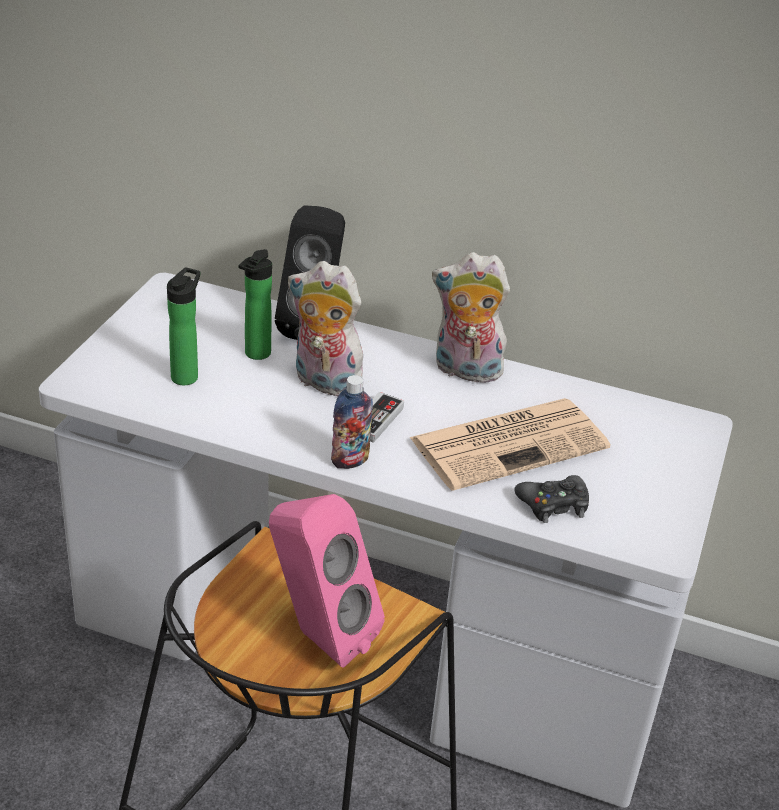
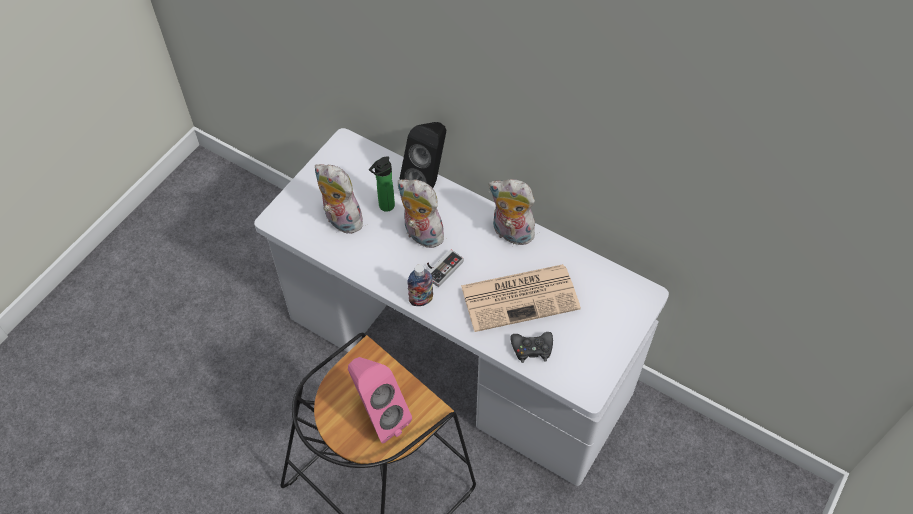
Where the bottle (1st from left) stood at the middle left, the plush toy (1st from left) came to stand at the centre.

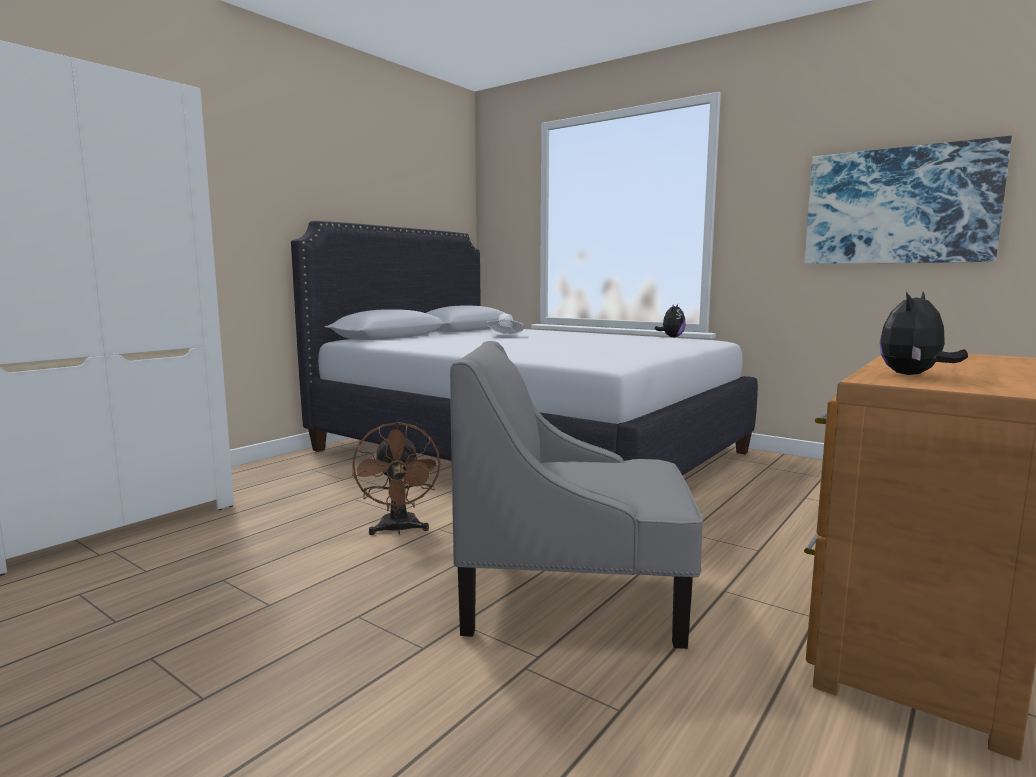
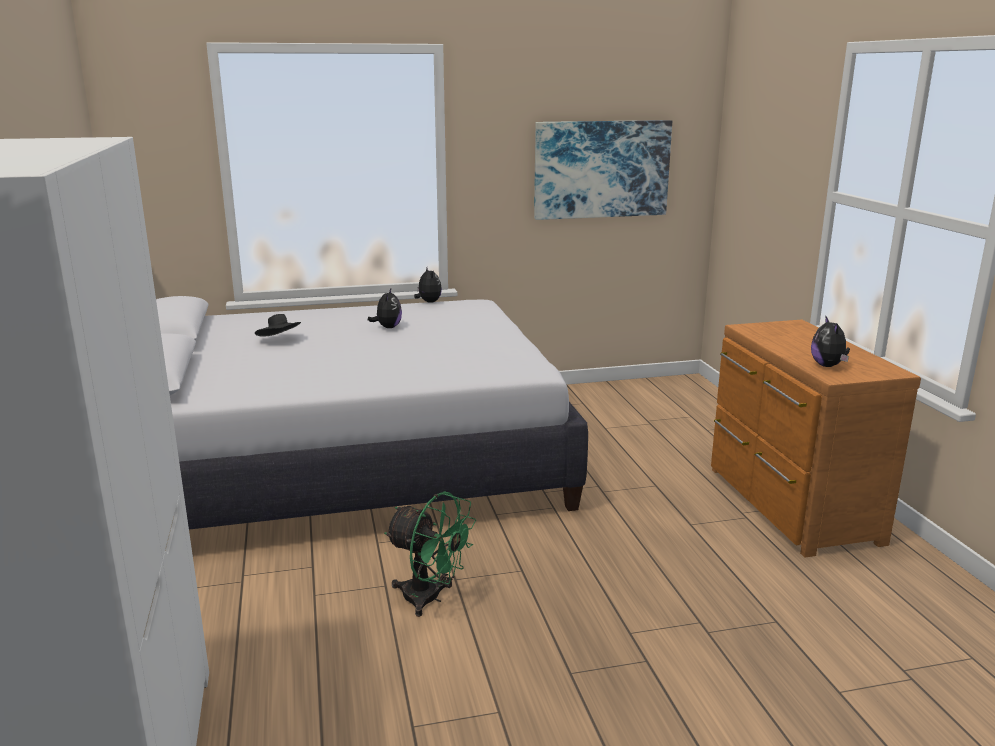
What was the white hat at the centre turned into the black hat at the middle left. The second view gained the plush toy (1st from left) at the centre. What was the brown fan at the centre turned into the green fan at the bottom centre. The second view lost the grey armchair at the centre.

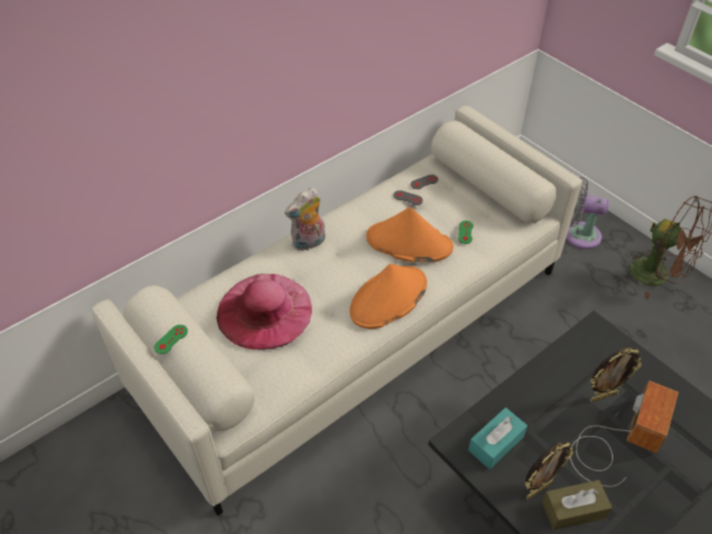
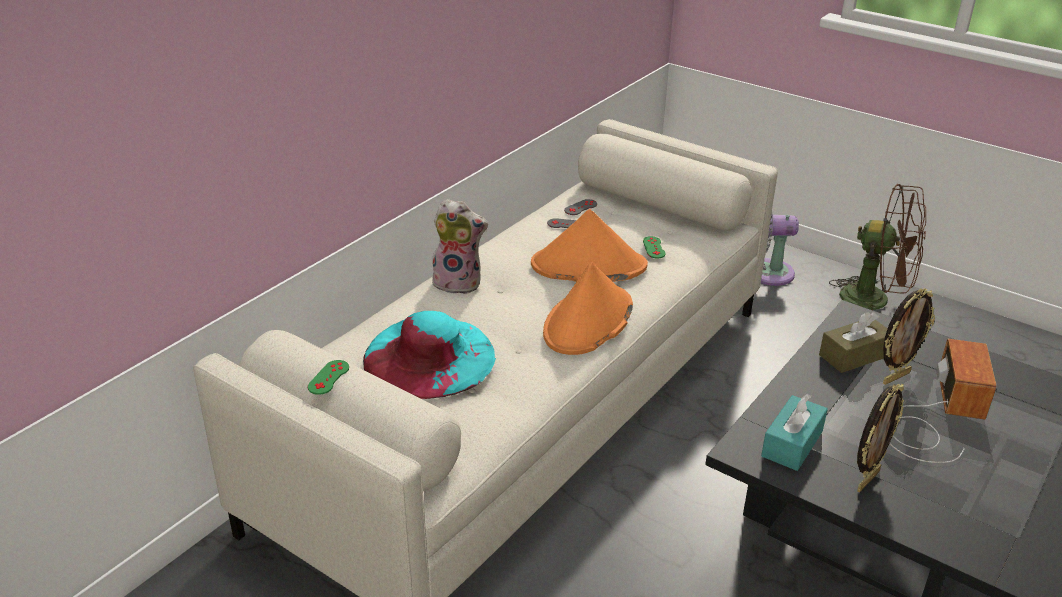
What was the pink hat at the centre turned into the turquoise hat at the centre. The plush toy at the centre ended up facing another way, 120 degrees counterclockwise from before. The brown tissue box ended up elsewhere, having gone from the bottom right to the middle right.

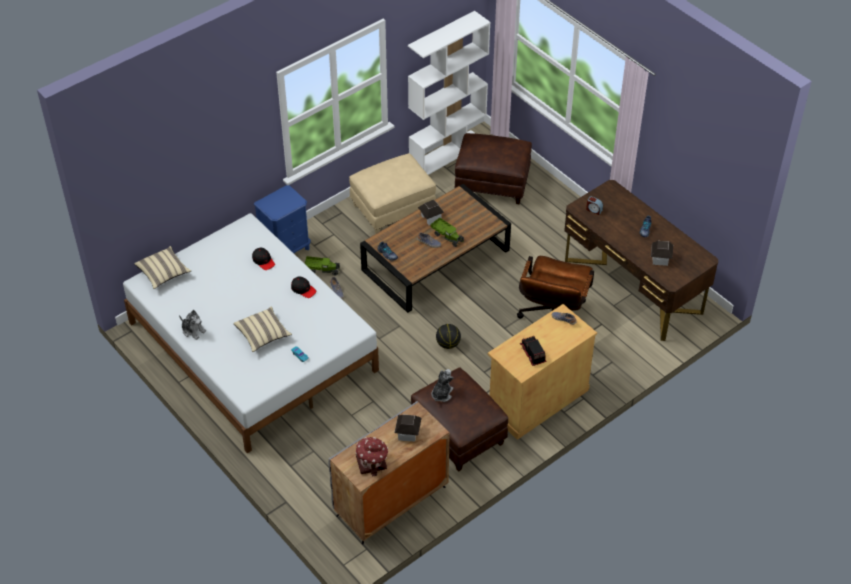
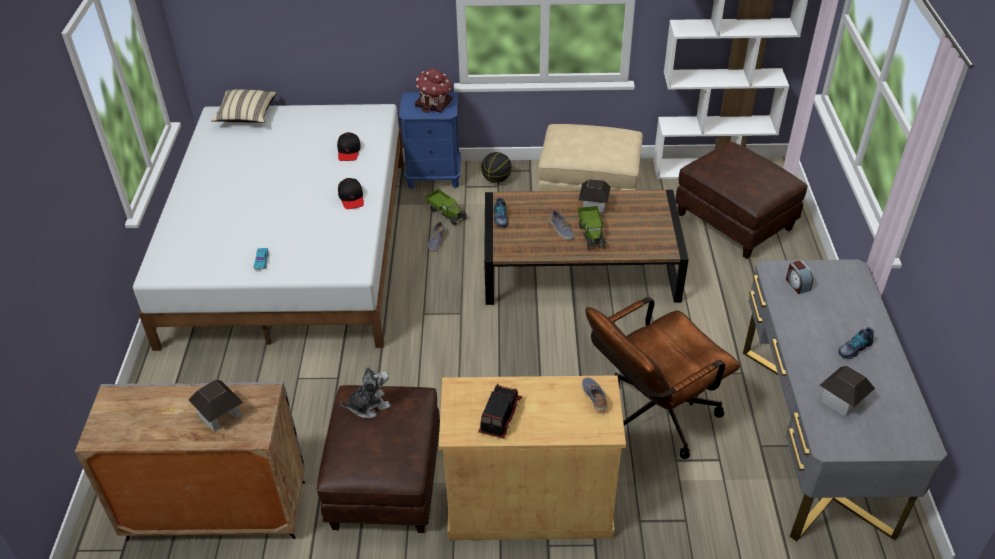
The toy house (1st from left in the first image) ended up elsewhere, having gone from the bottom centre to the top centre. The basketball ended up elsewhere, having gone from the centre to the top centre. What was the brown desk at the middle right turned into the grey desk at the bottom right. The second view lost the plush toy (1st from left) at the middle left. The second view lost the beige pillow (2nd from left) at the middle left.

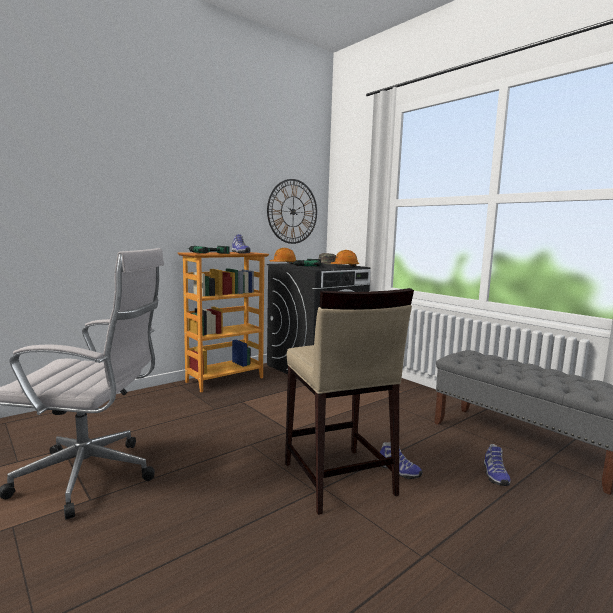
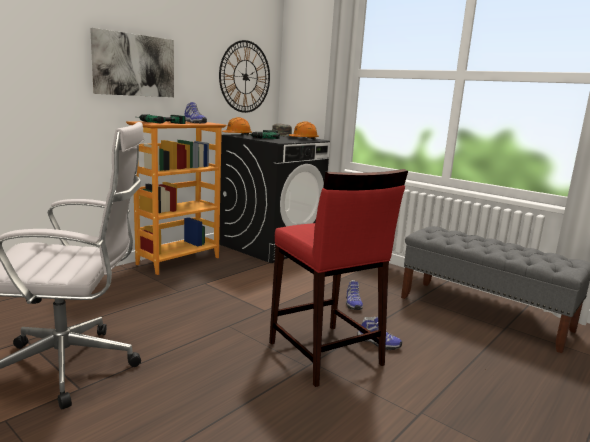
The second view gained the picture at the top left. What was the beige stool at the centre turned into the red stool at the centre. The shoe (3rd from left in the first image) ended up elsewhere, having gone from the bottom right to the bottom centre.

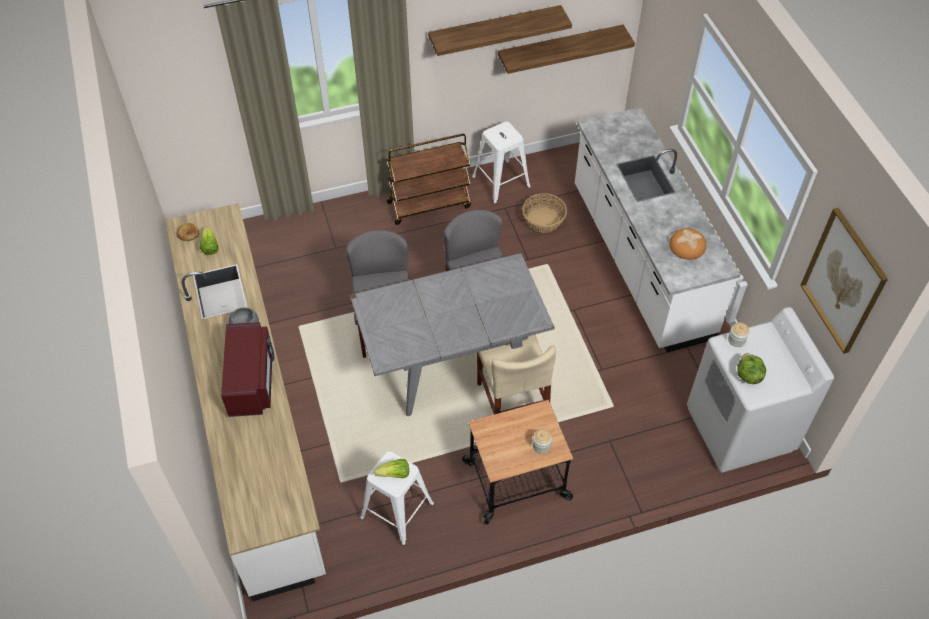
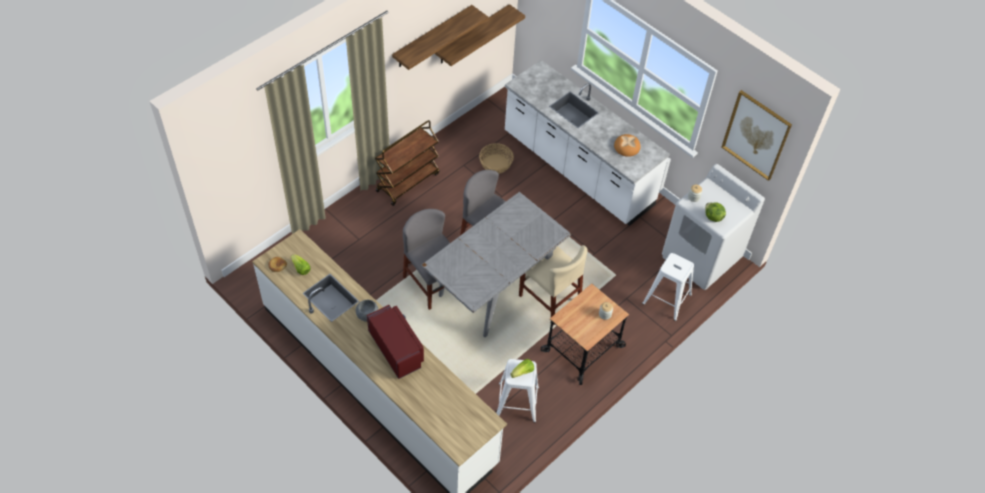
The white stool (2nd from left) ended up elsewhere, having gone from the top centre to the middle right.

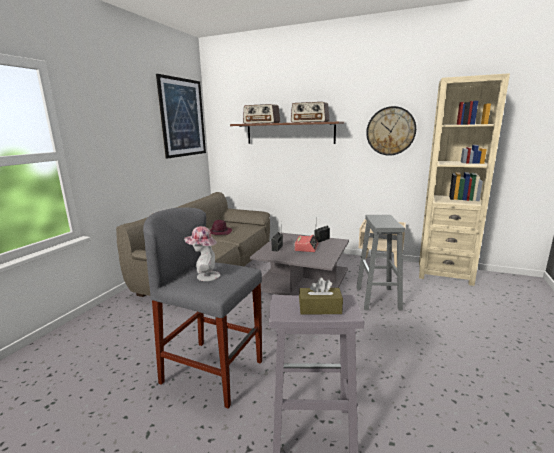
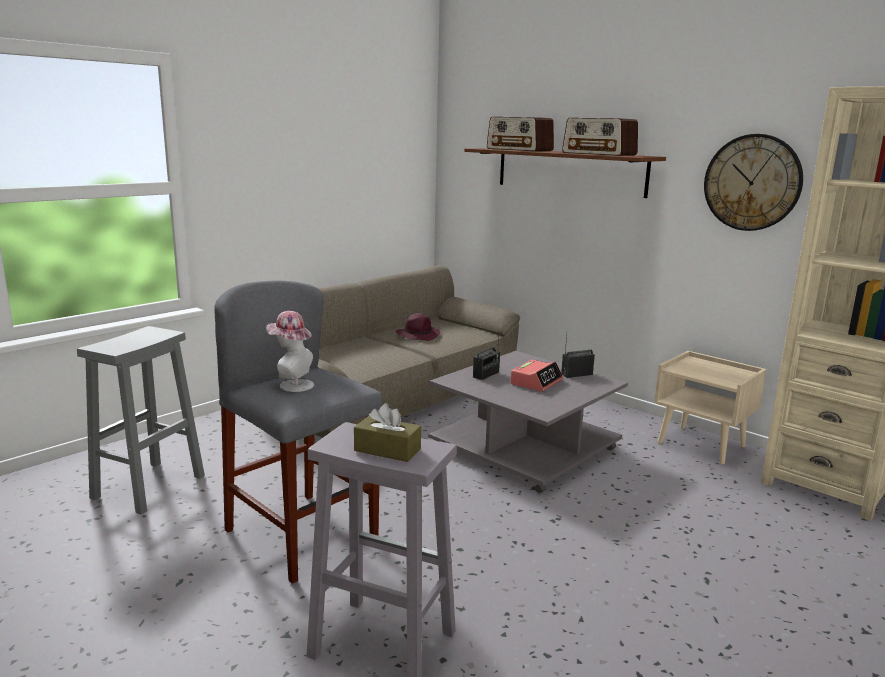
The grey stool (3rd from left in the first image) ended up elsewhere, having gone from the middle right to the middle left. The second view lost the picture at the top left.

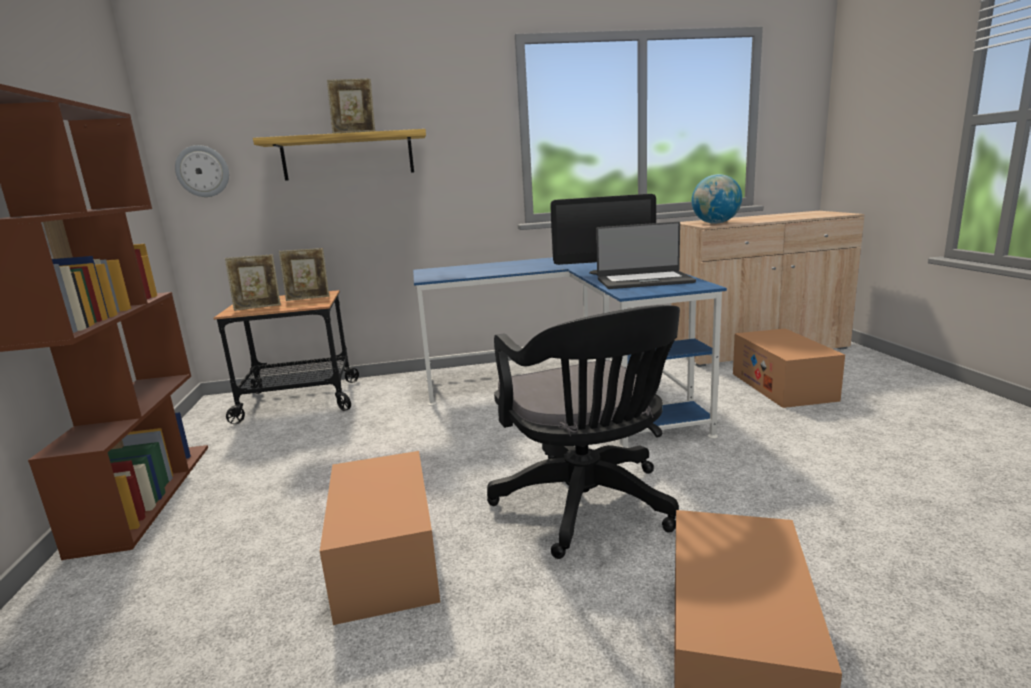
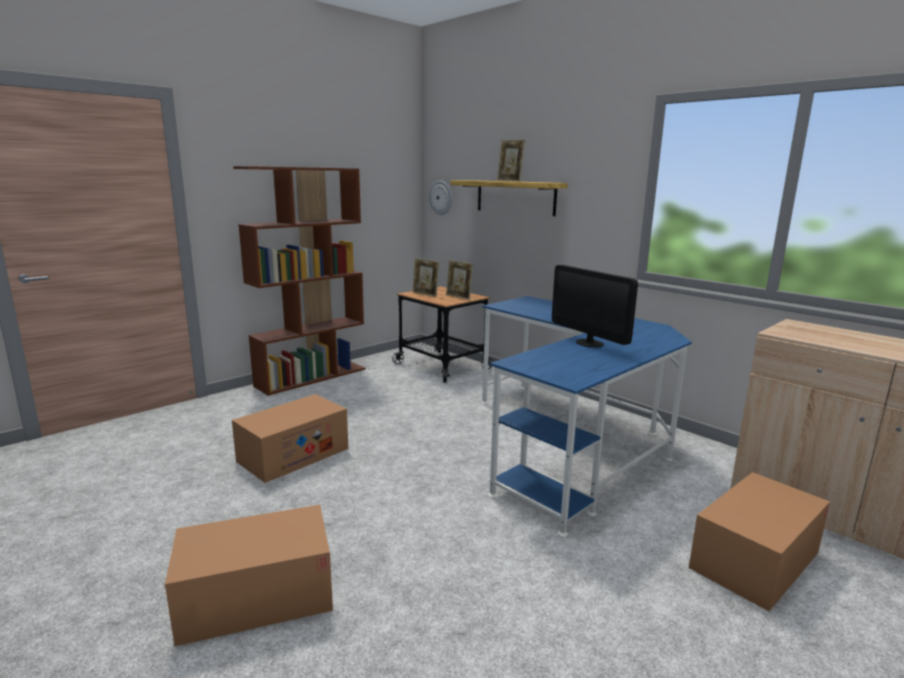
The second view lost the black office chair at the centre. The second view lost the laptop at the centre. The second view lost the globe at the top right.

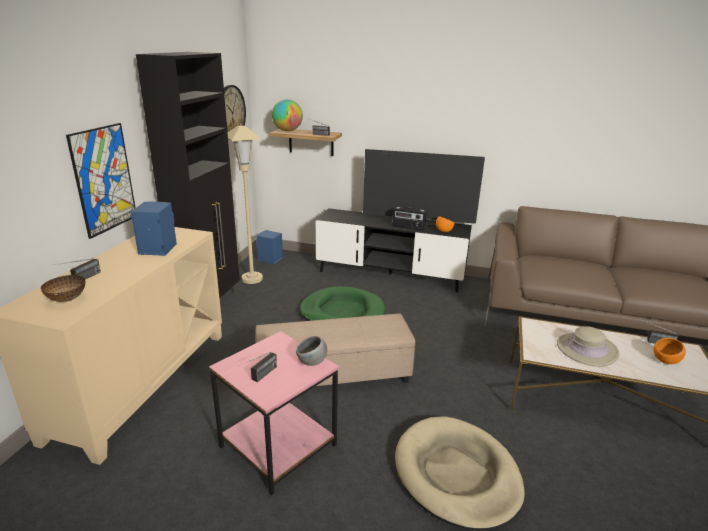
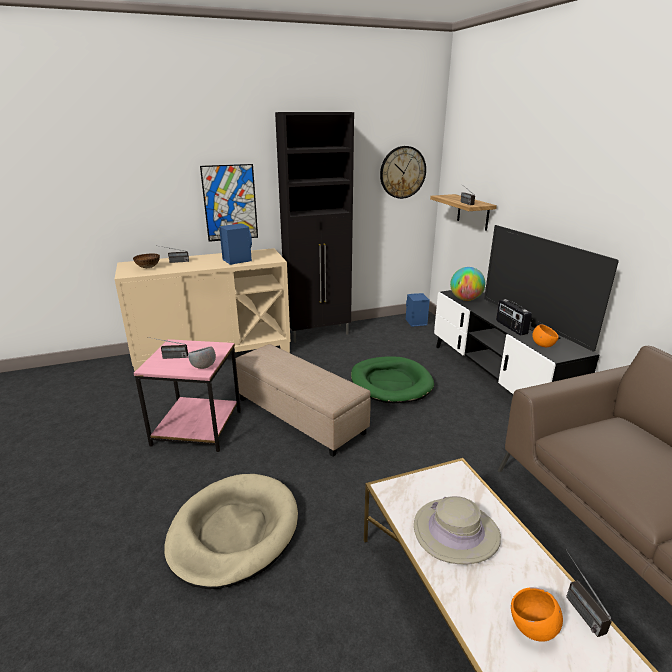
The globe ended up elsewhere, having gone from the top centre to the middle right. The second view lost the beige floor lamp at the centre.

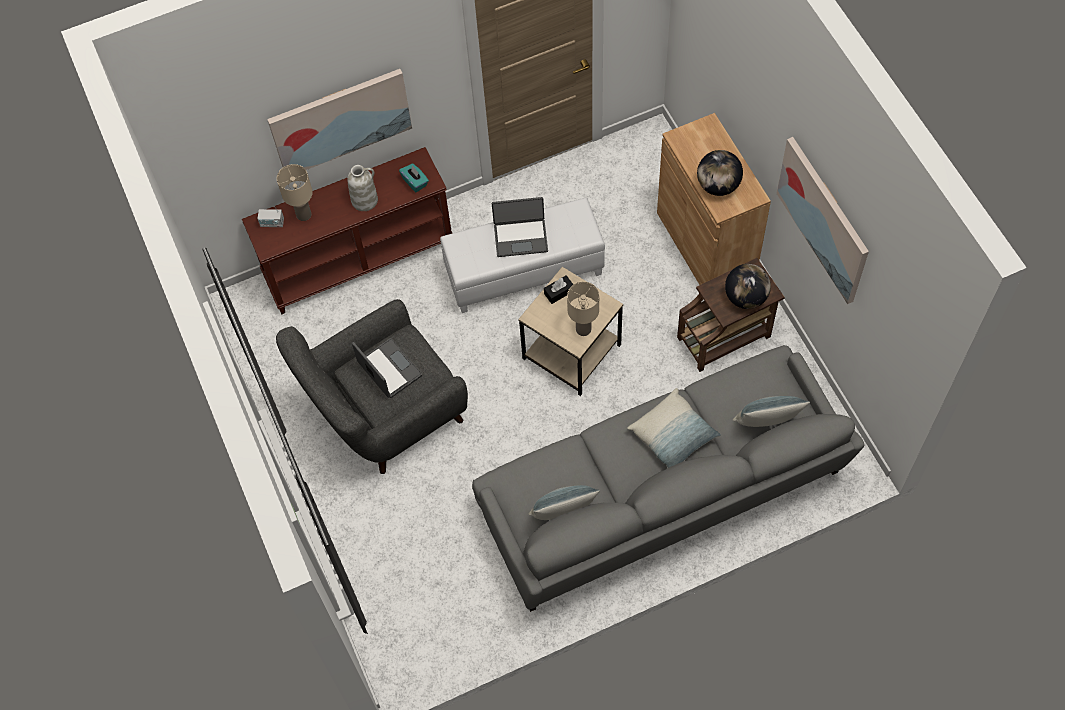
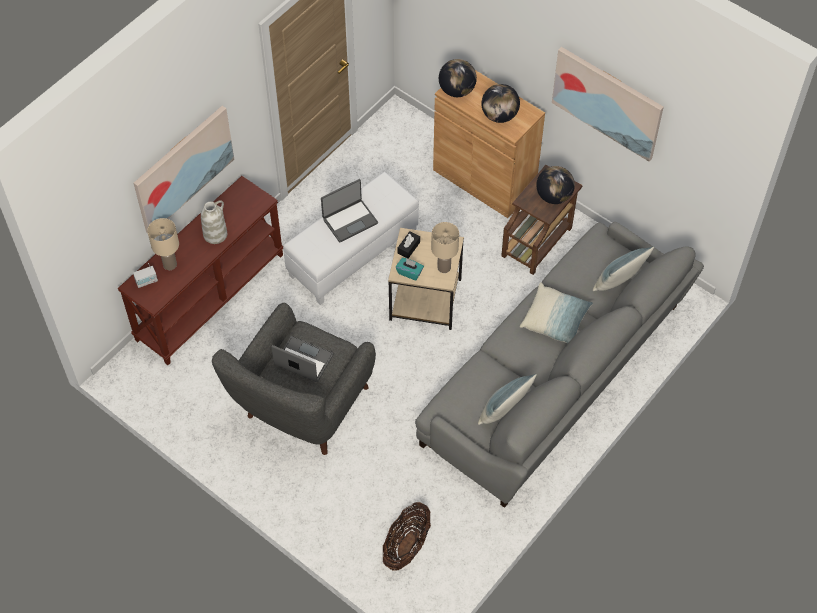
The second view gained the basket at the bottom centre. The turquoise tissue box ended up elsewhere, having gone from the top centre to the centre. The second view gained the globe (1st from left) at the top centre.

